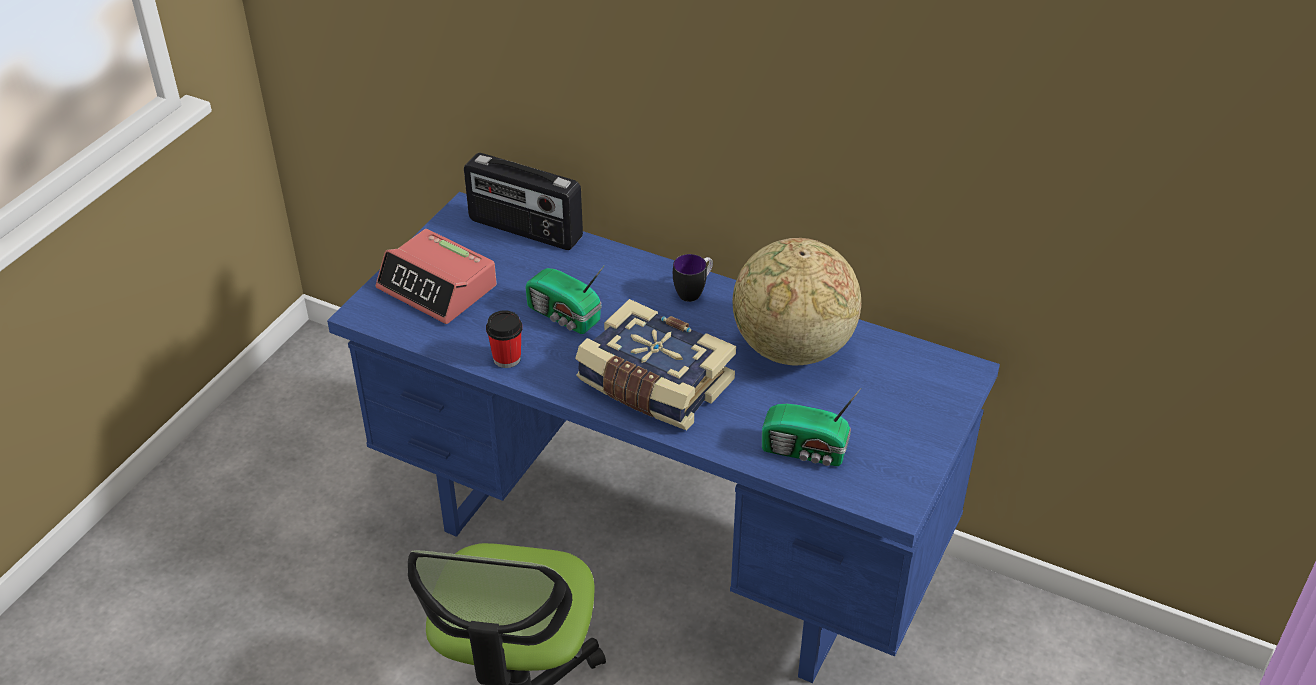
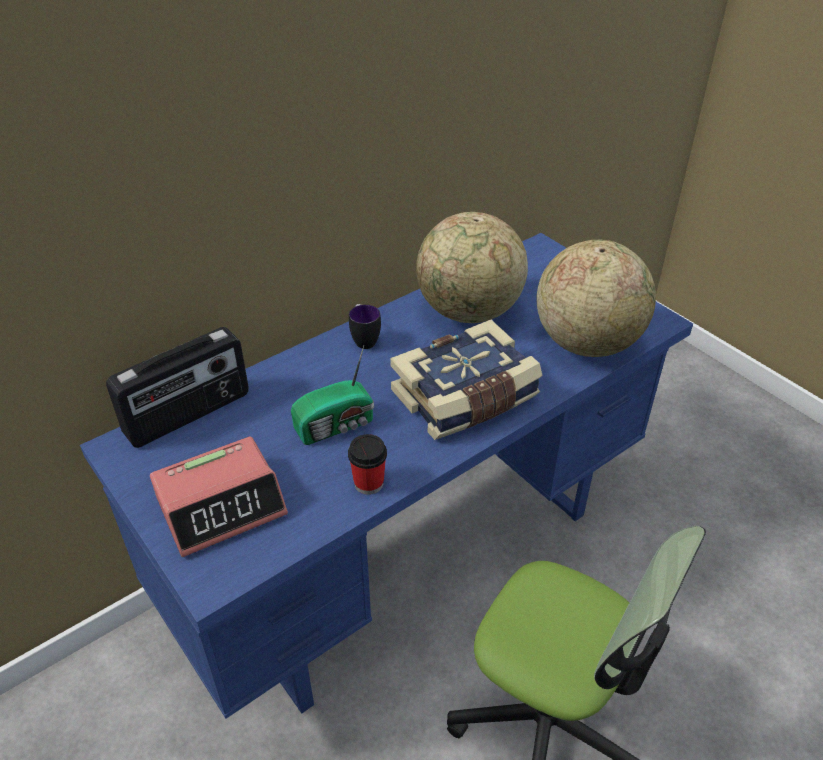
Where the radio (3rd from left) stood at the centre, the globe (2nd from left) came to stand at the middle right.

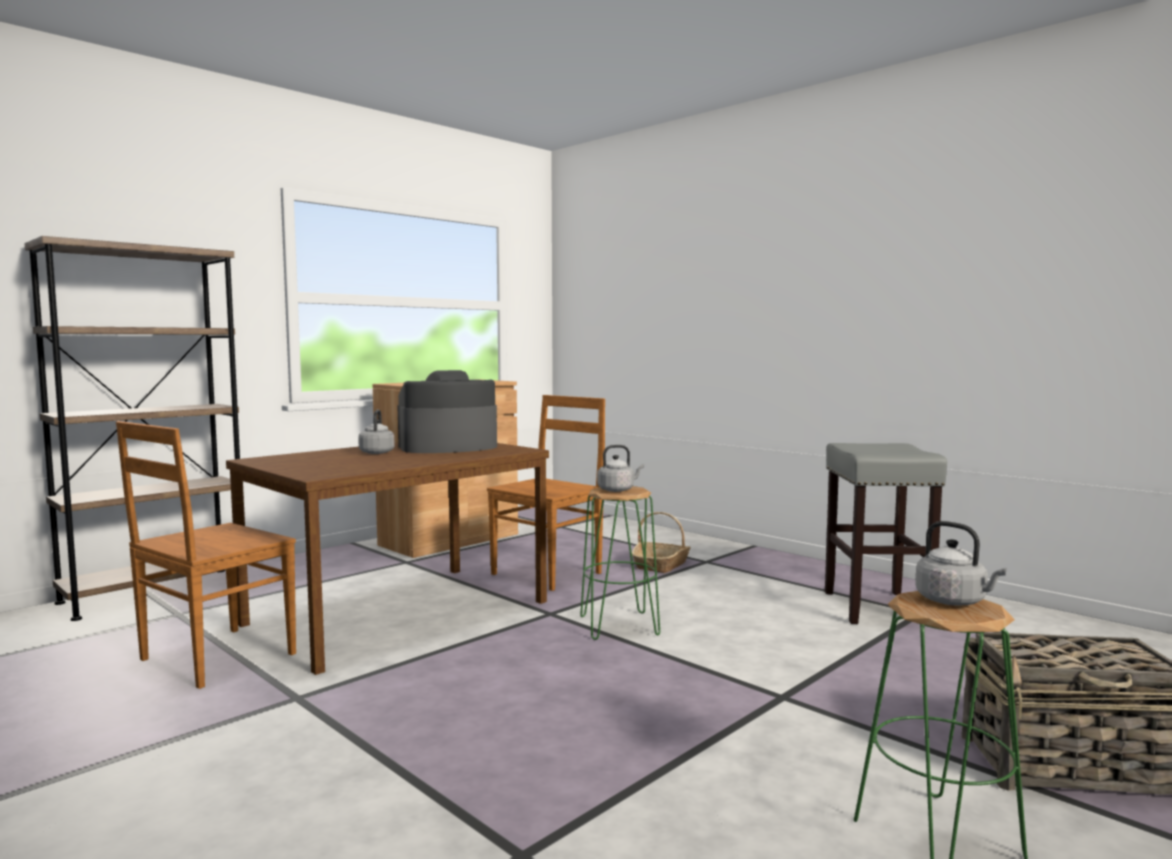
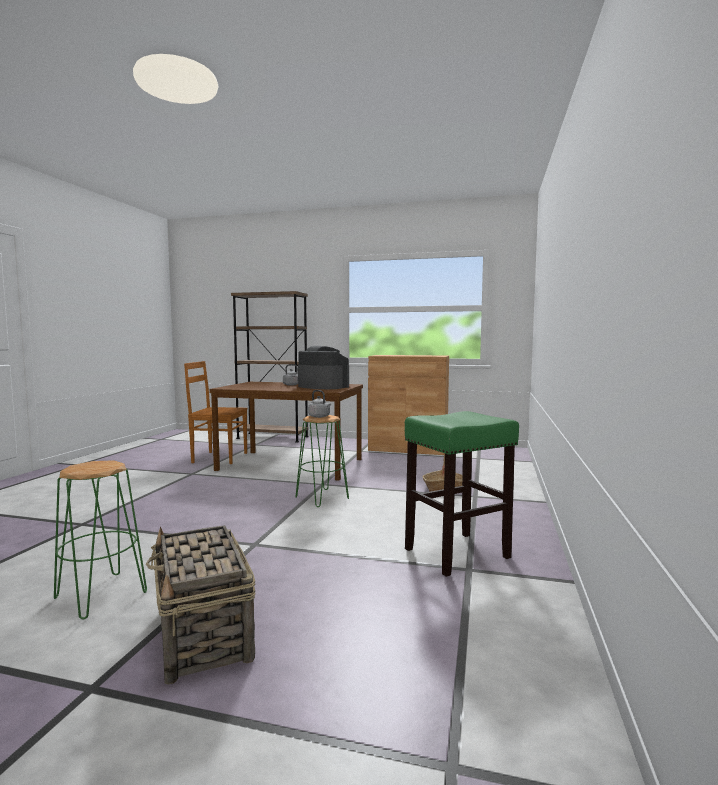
What was the grey stool at the middle right turned into the green stool (3rd from left) at the centre. The second view lost the brown chair (2nd from left) at the centre. The second view lost the grey kettle (3rd from left) at the middle right.

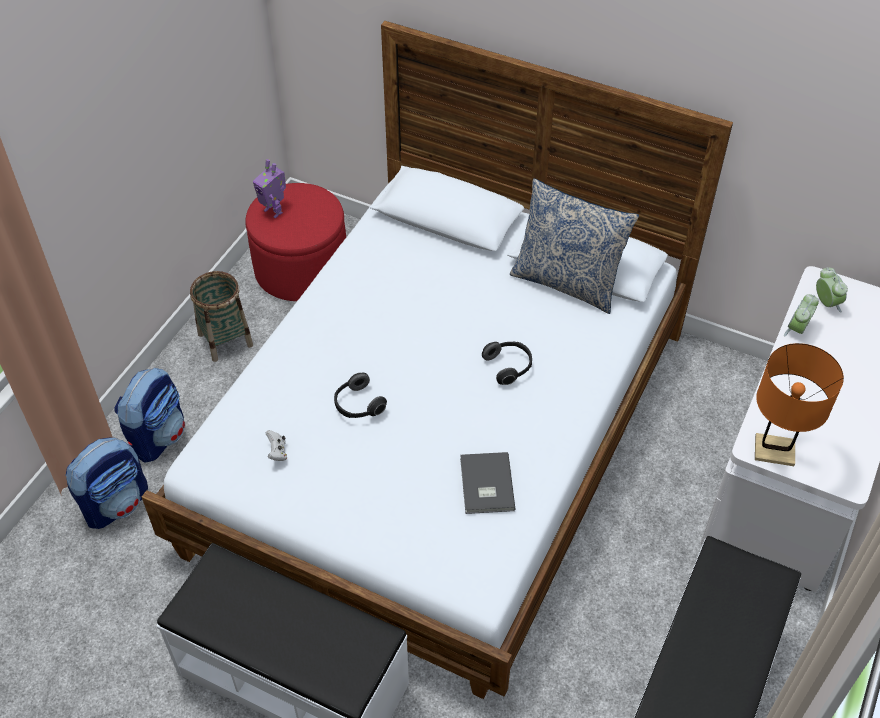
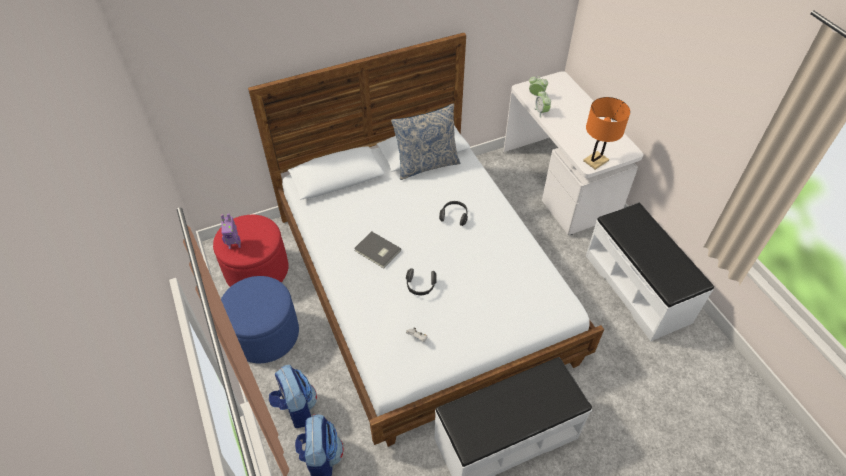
Where the basket stood at the middle left, the blue ottoman came to stand at the bottom left. The grey book ended up elsewhere, having gone from the bottom centre to the centre.

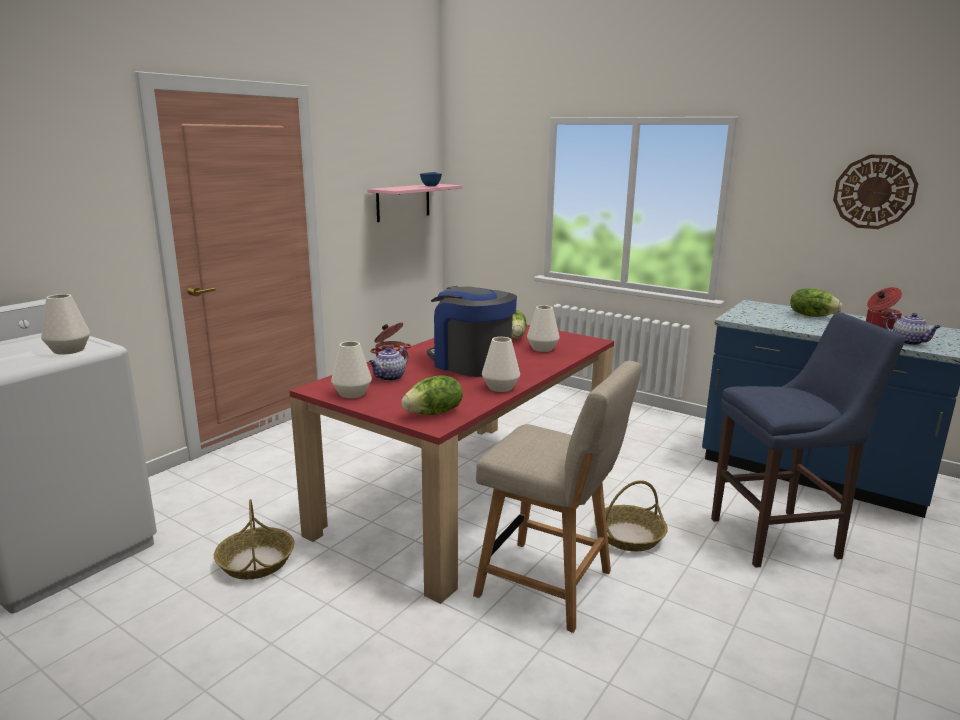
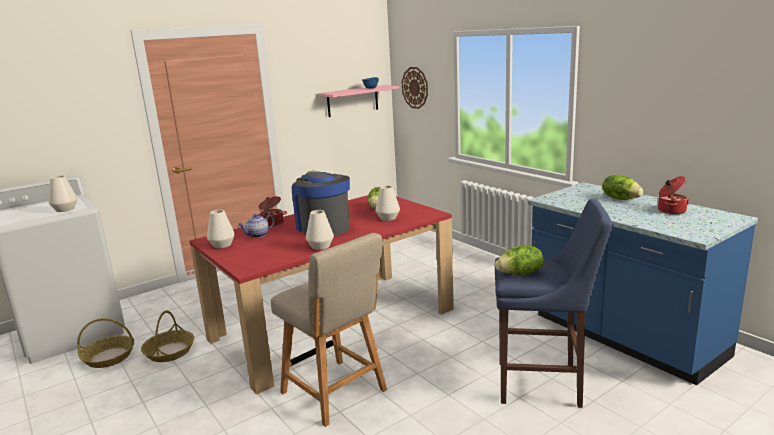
The basket (2nd from left in the first image) ended up elsewhere, having gone from the bottom centre to the bottom left. The wall clock ended up elsewhere, having gone from the top right to the top centre. The lettuce (1st from left in the first image) ended up elsewhere, having gone from the centre to the middle right. The second view lost the teapot (2nd from left) at the middle right.

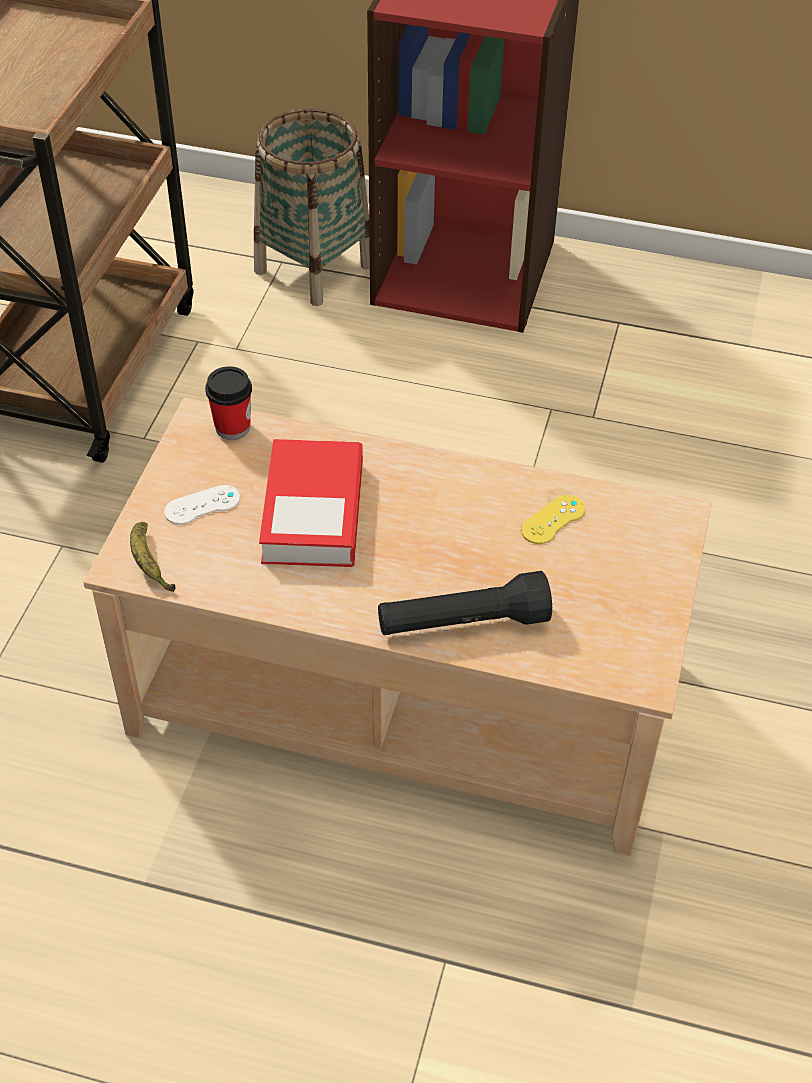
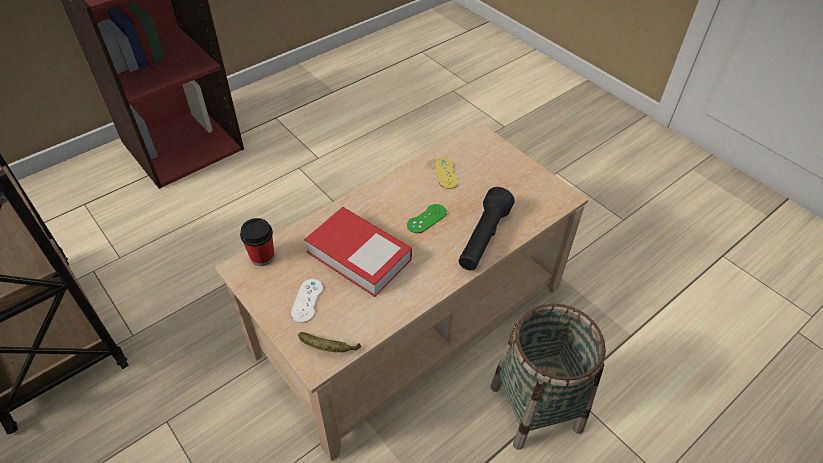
The second view gained the green game controller at the centre. The basket ended up elsewhere, having gone from the top centre to the bottom centre.

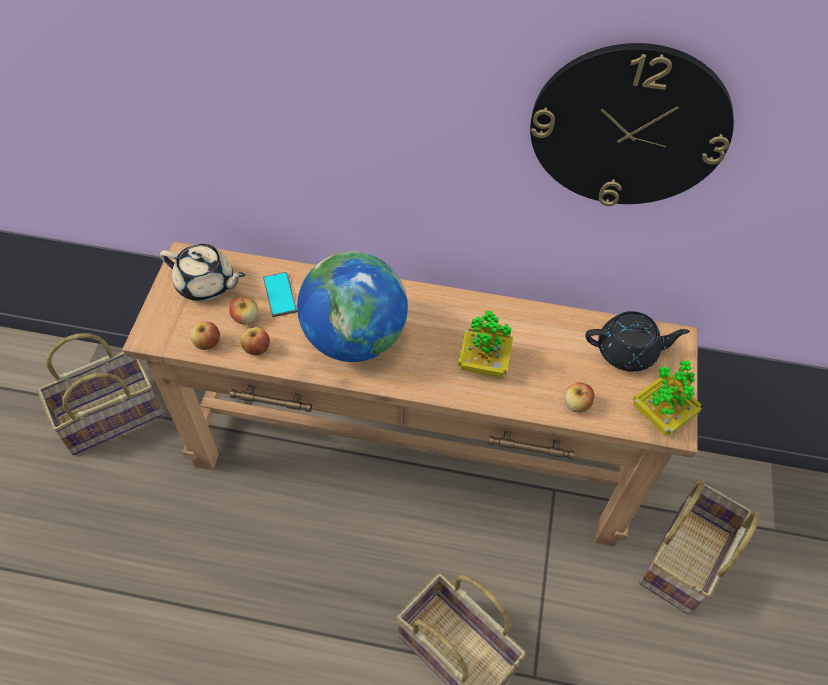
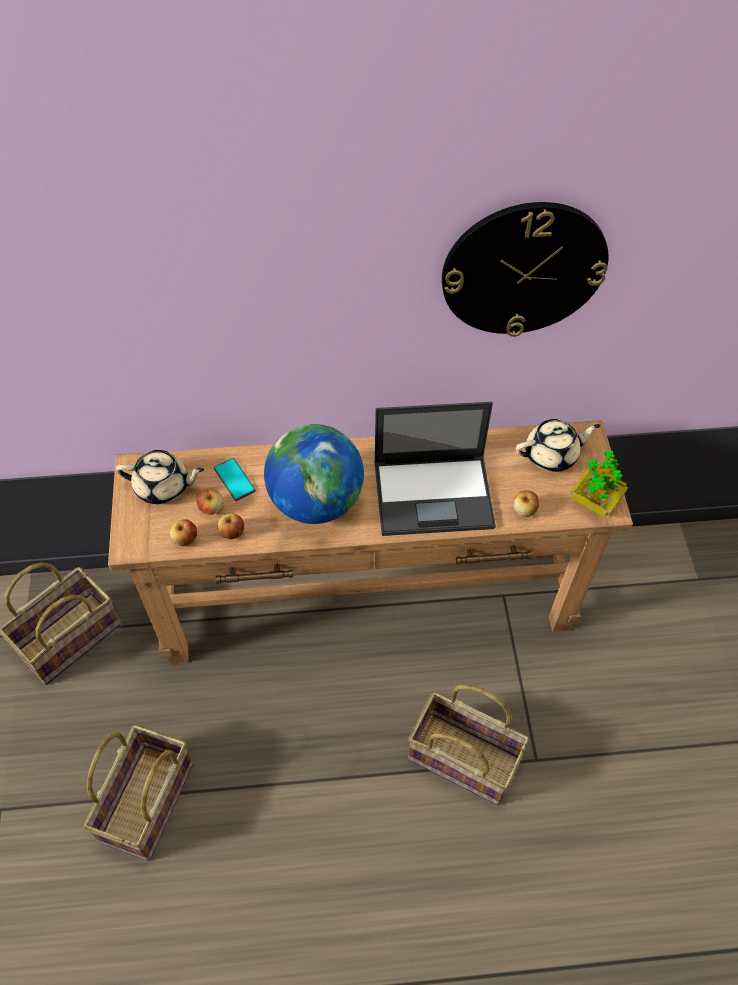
The basket (3rd from left in the first image) ended up elsewhere, having gone from the bottom right to the bottom left. Where the potted plant (1st from left) stood at the centre, the laptop came to stand at the centre. What was the black teapot at the middle right turned into the beige teapot (2nd from left) at the middle right.

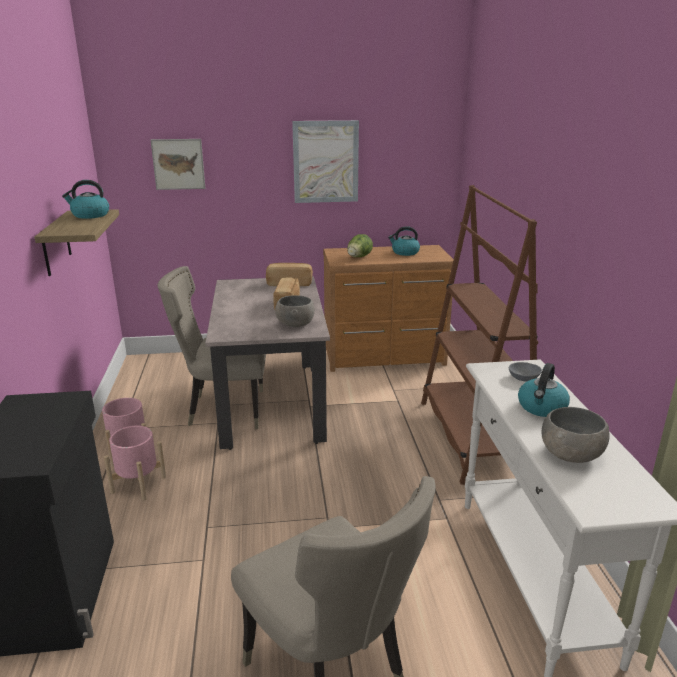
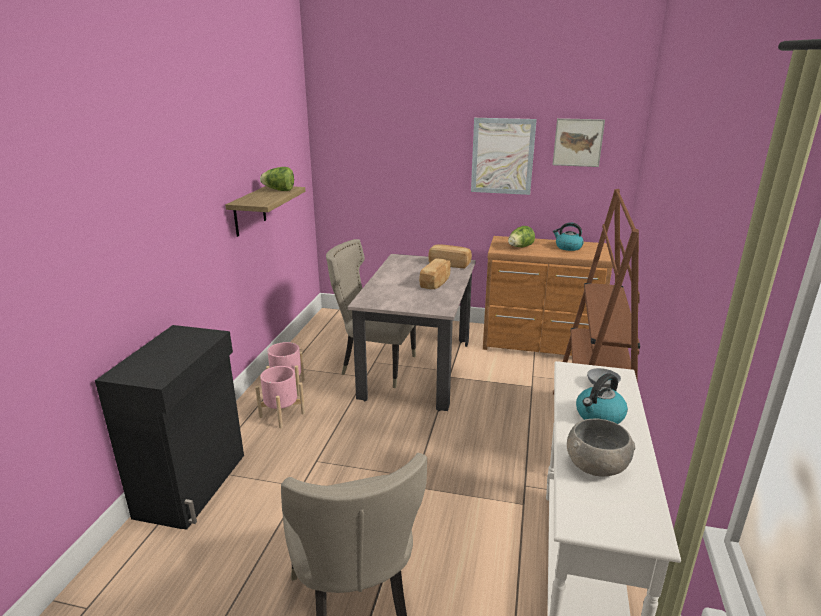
Where the kettle (1st from left) stood at the top left, the lettuce (1st from left) came to stand at the top centre. The picture (1st from left in the first image) ended up elsewhere, having gone from the top left to the top right. The second view lost the grey bowl (1st from left) at the centre.

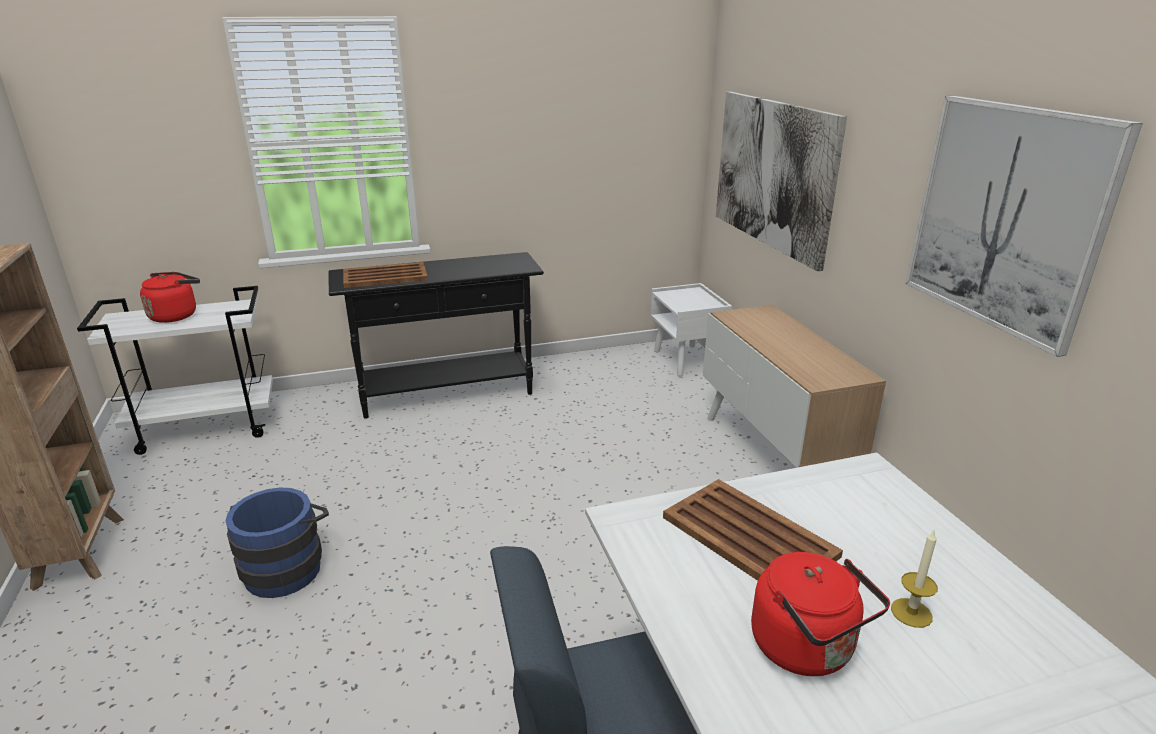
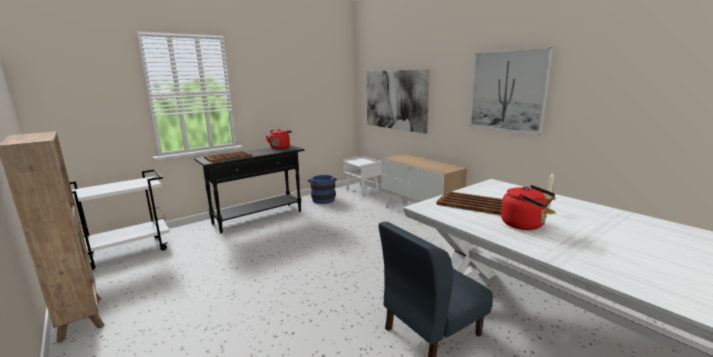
The red kettle (1st from left) ended up elsewhere, having gone from the middle left to the centre. The blue bucket ended up elsewhere, having gone from the bottom left to the centre.

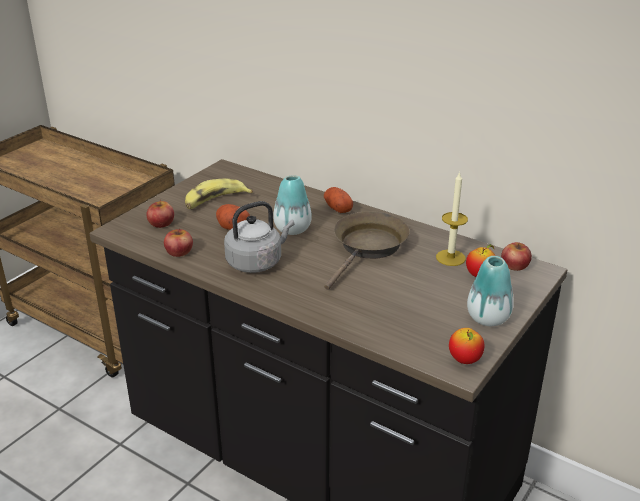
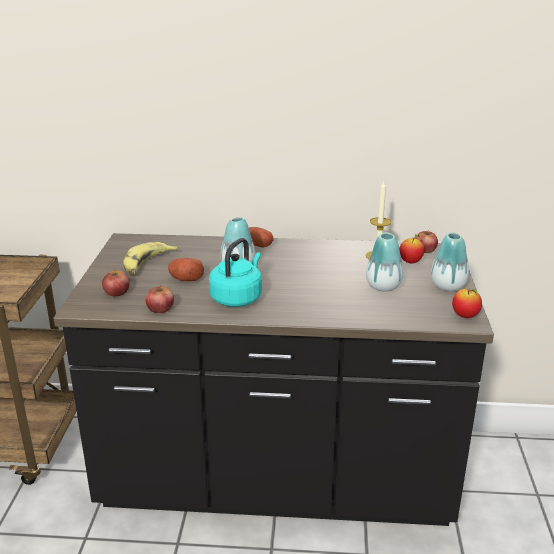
What was the grey kettle at the centre turned into the turquoise kettle at the centre. The second view gained the vase (2nd from left) at the middle right. The second view lost the brown frying pan at the centre.

